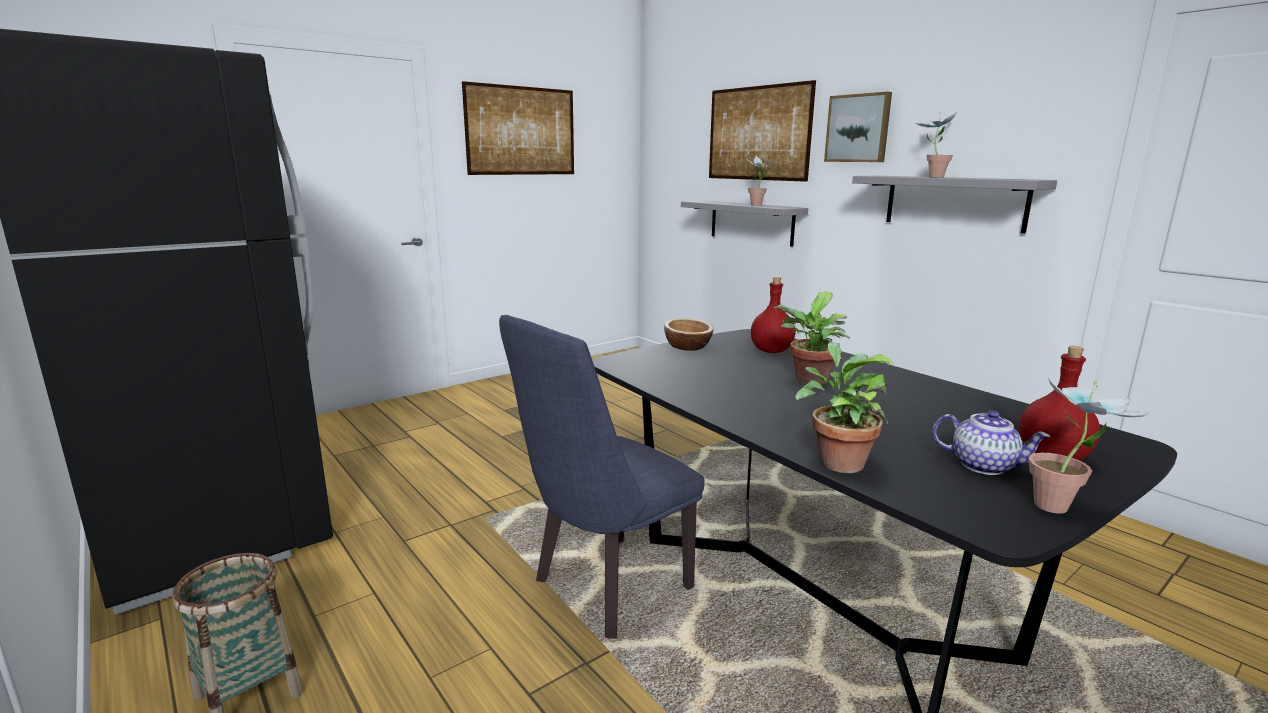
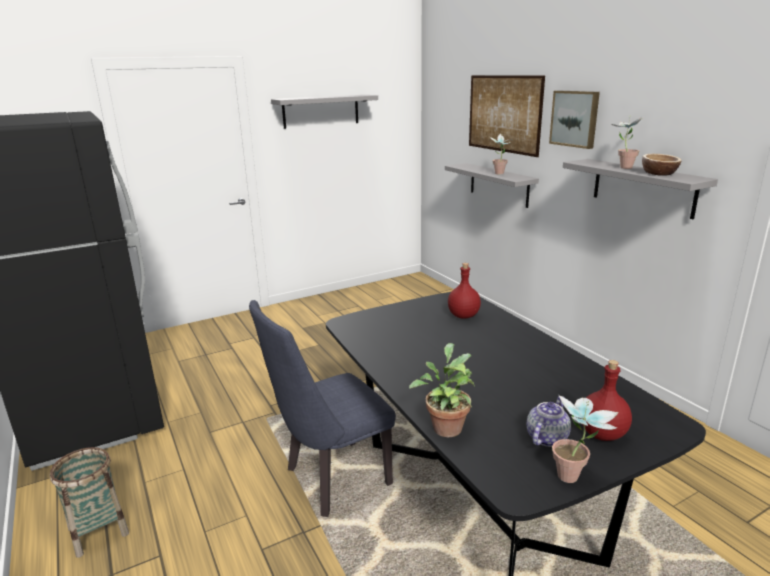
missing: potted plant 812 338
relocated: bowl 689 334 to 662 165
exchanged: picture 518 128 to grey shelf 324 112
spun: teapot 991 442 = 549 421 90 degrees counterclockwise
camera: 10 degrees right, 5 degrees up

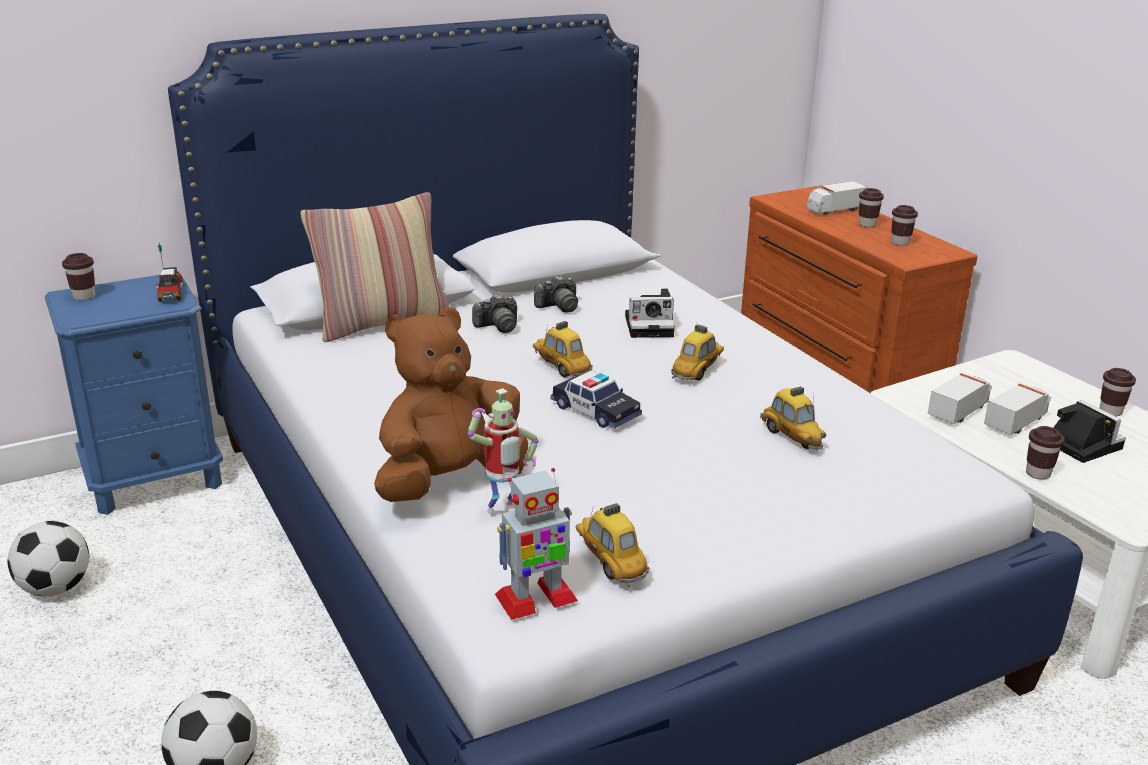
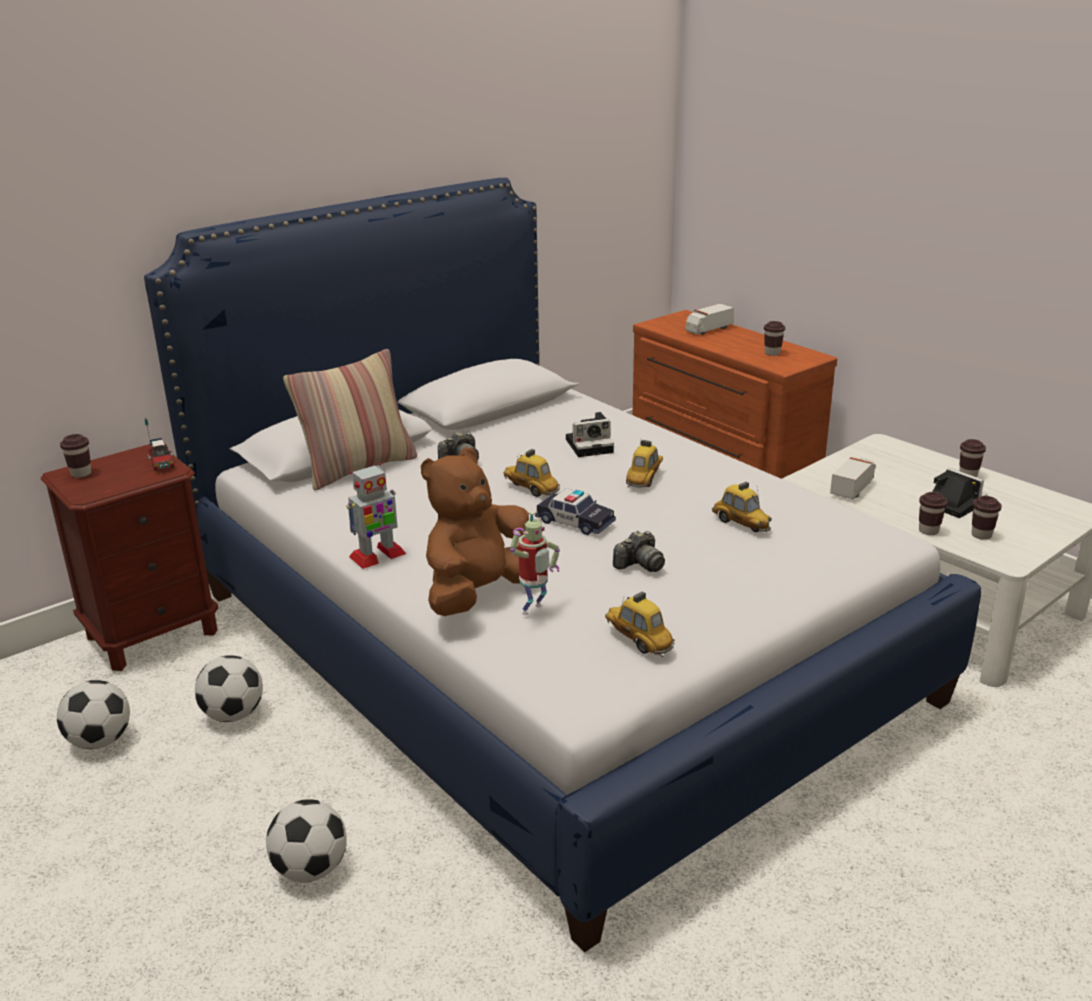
missing: toy truck 1017 409
appeared: football 229 688
relocated: brown cup 871 207 to 987 518; photo camera 556 294 to 639 551; toy robot 536 544 to 376 516
colour: blue nightstand 134 395 to brown nightstand 129 557
camera: 10 degrees left, 0 degrees up

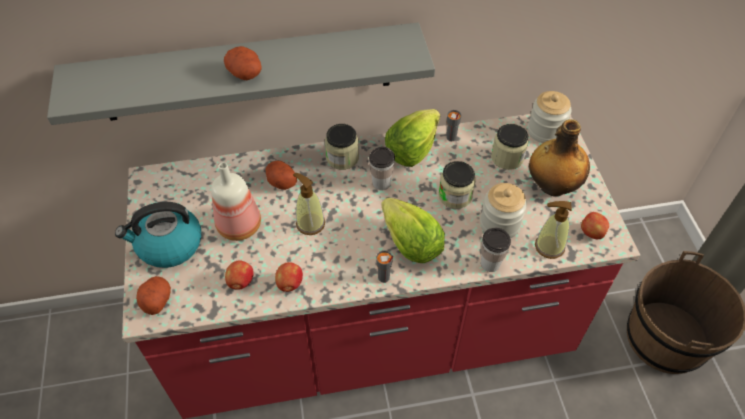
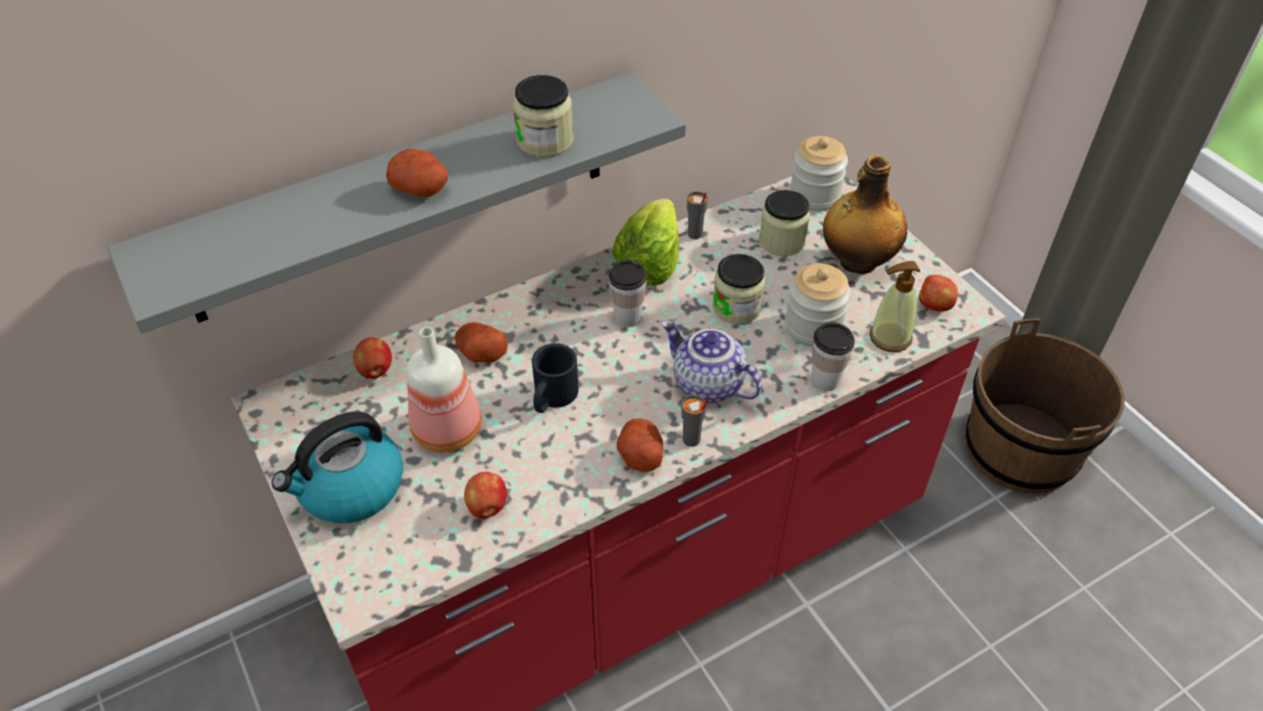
relocated: jar 342 147 to 543 116; apple 289 277 to 372 358; potato 153 295 to 640 444
exchanged: soap dispenser 309 204 to black mug 555 378; lettuce 413 230 to teapot 712 361
camera: 20 degrees left, 5 degrees down

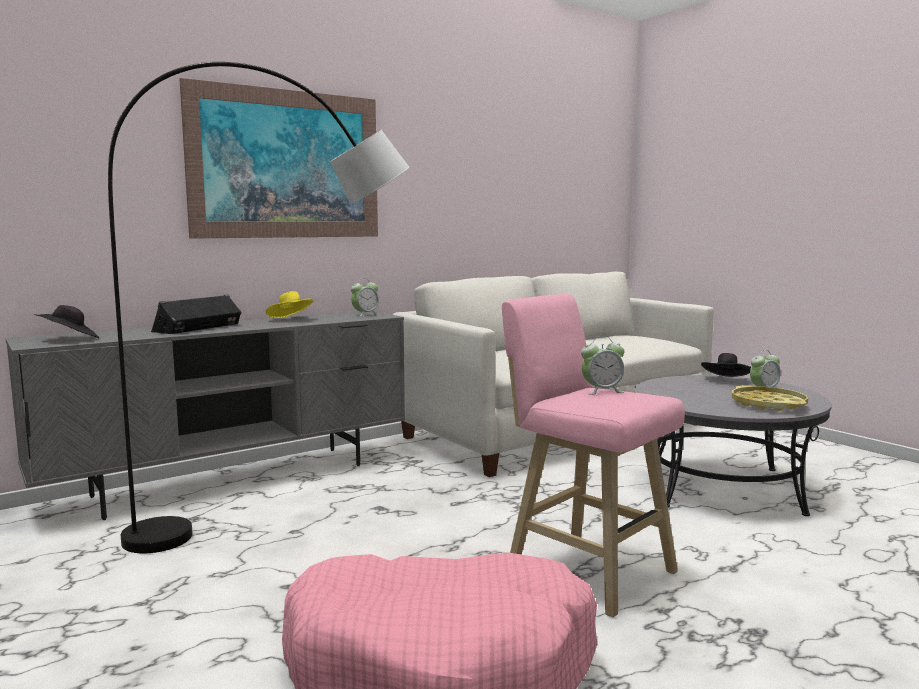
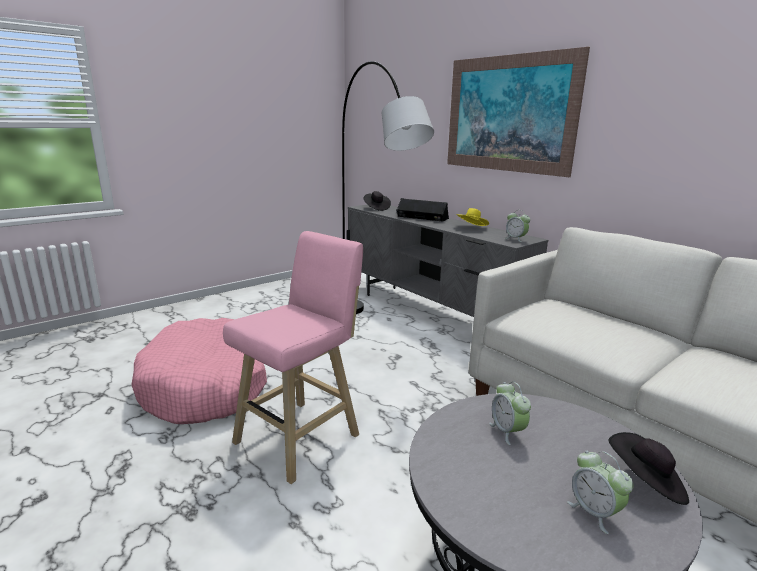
missing: yellow tray 770 398
relocated: alarm clock 602 365 to 510 413
camera: 85 degrees right, 10 degrees up

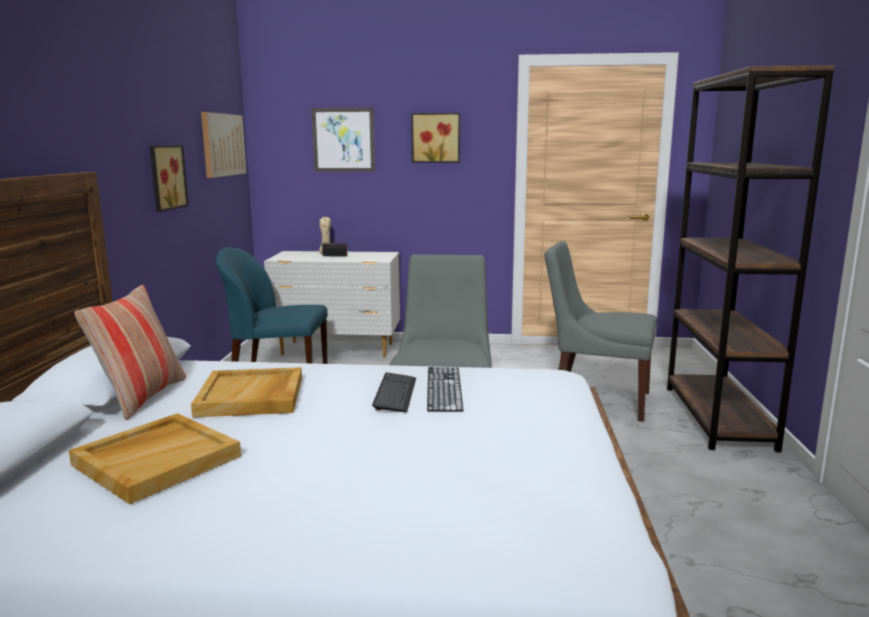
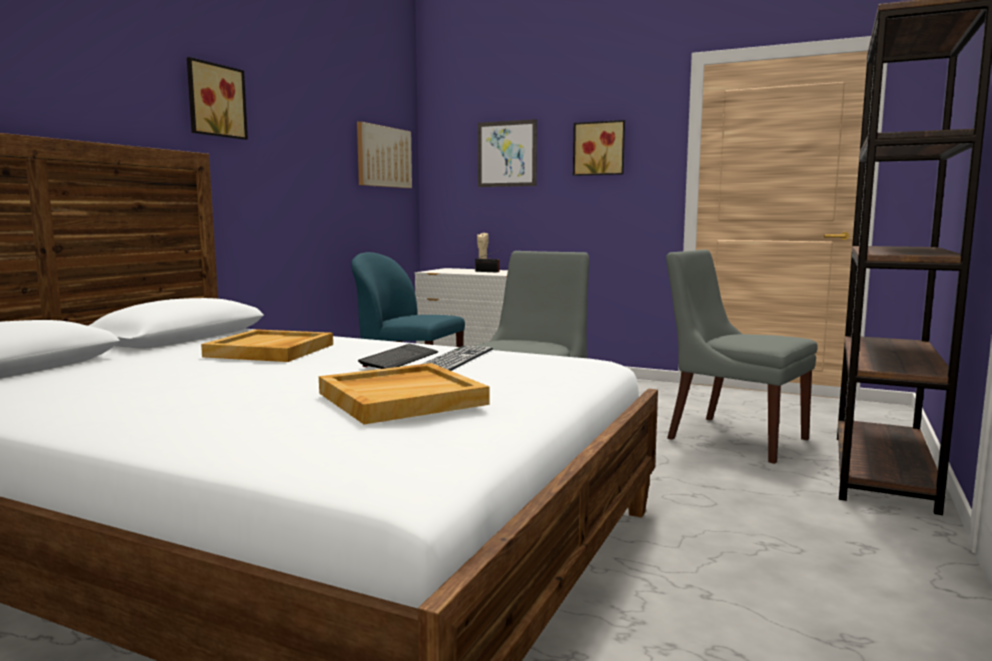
missing: pillow 130 352
relocated: picture 169 178 to 217 98; beige tray 155 458 to 404 393
camera: 20 degrees right, 5 degrees down

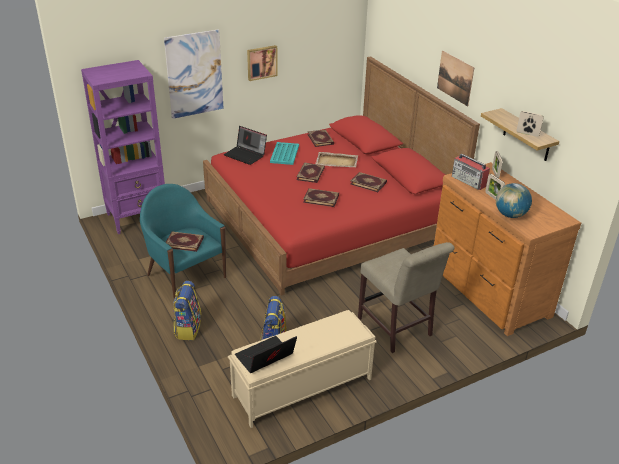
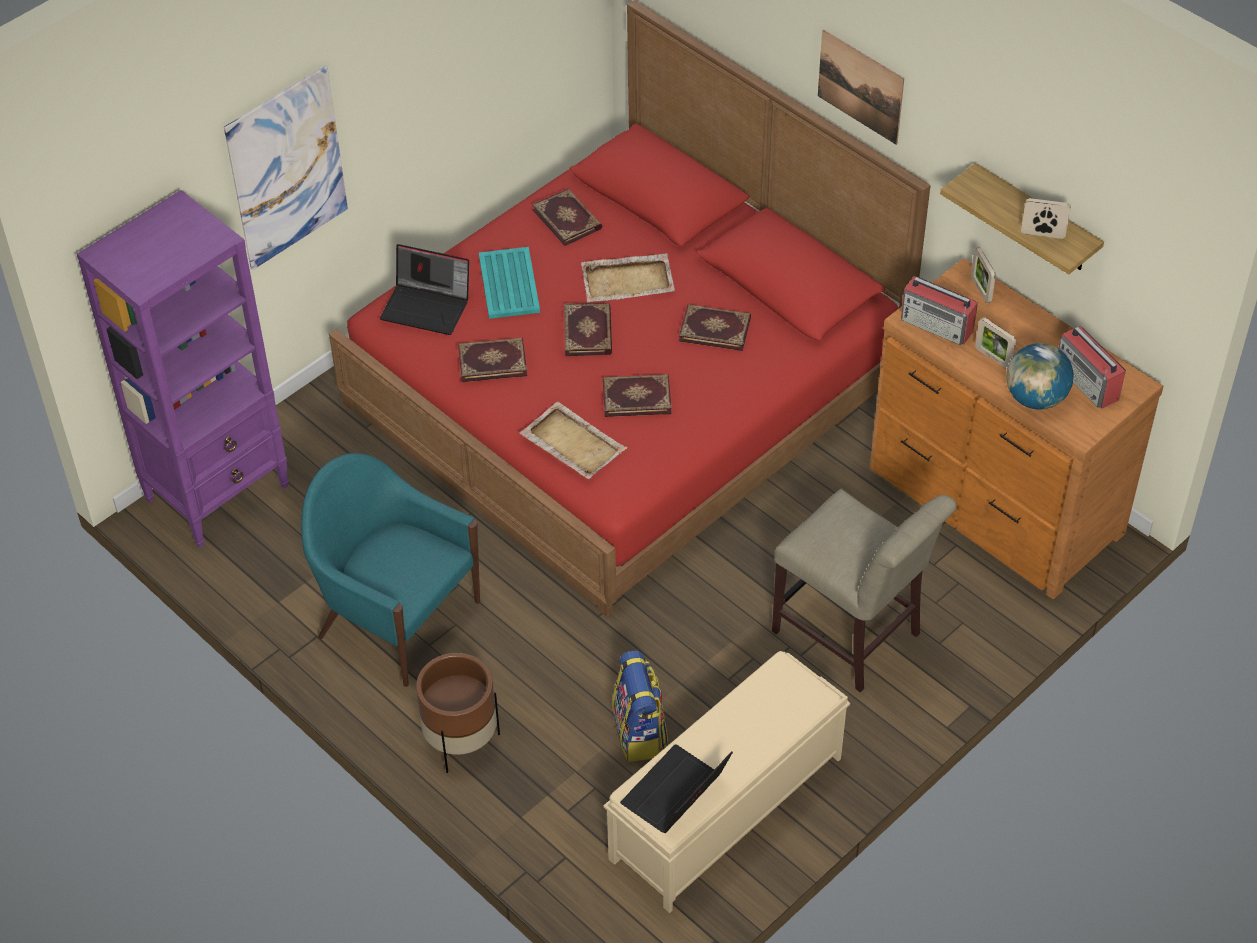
missing: picture 262 63
appeared: radio 1092 367; beige tray 573 440
relocated: book 184 242 to 492 360
exchanged: backpack 187 310 to brown planter 458 713
camera: 15 degrees left, 15 degrees up

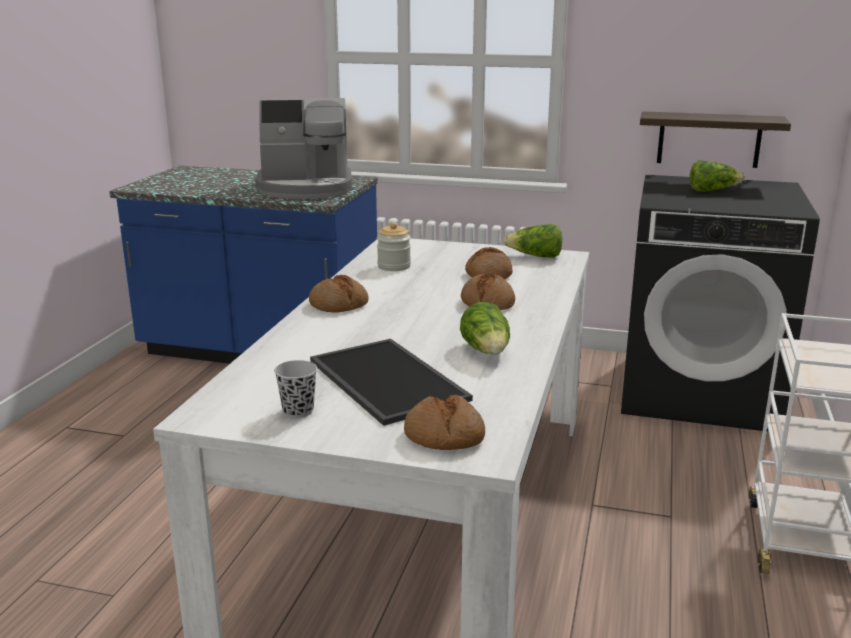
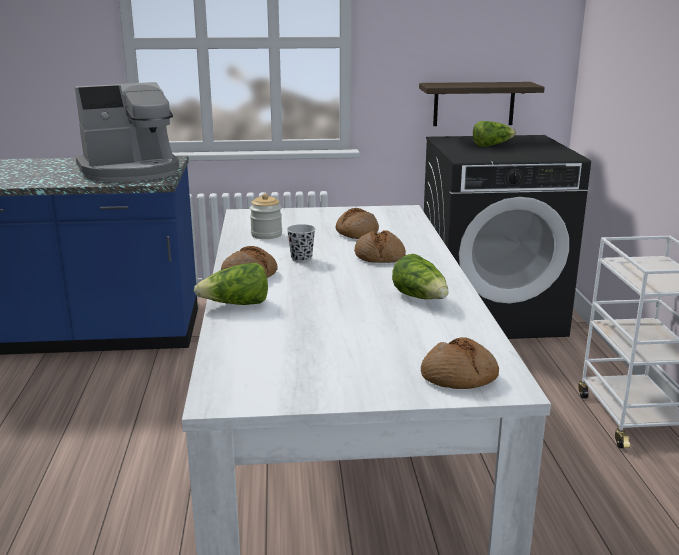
missing: tray 391 382
relocated: lettuce 532 241 to 231 284; black cup 295 389 to 301 243
camera: 20 degrees left, 0 degrees up

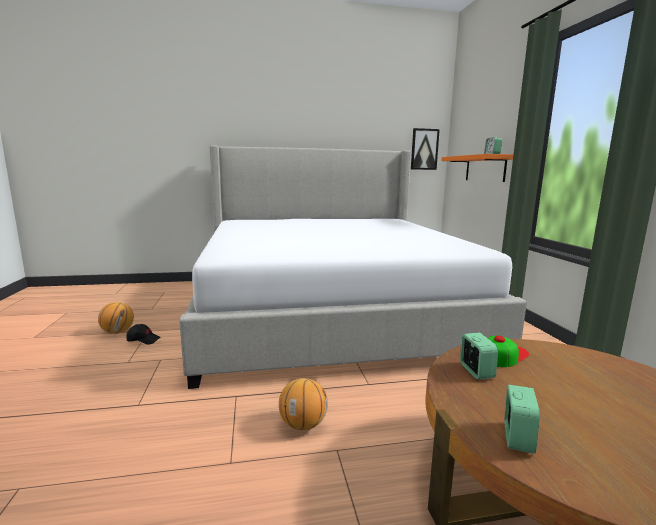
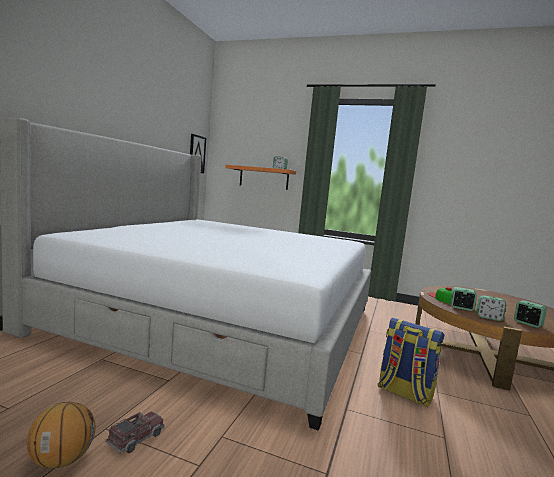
appeared: alarm clock 491 308
exchanged: black cap 143 334 to toy truck 135 432; basketball 303 404 to backpack 411 362
camera: 60 degrees left, 5 degrees down

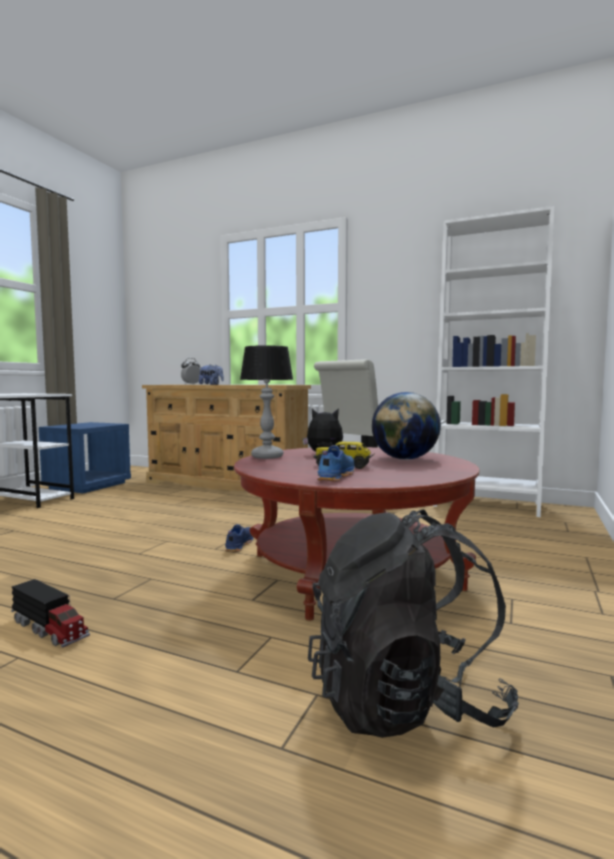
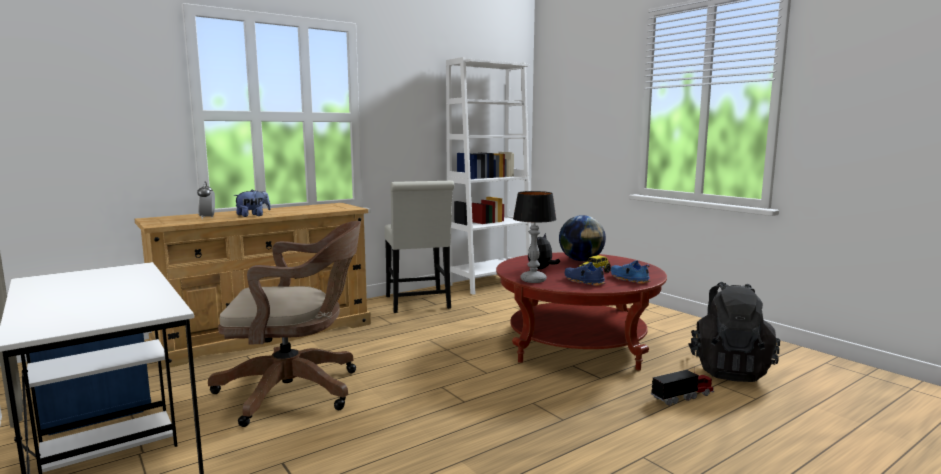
appeared: brown office chair 284 324
relocated: blue shoe 239 538 to 585 274; toy truck 50 613 to 682 386
camera: 60 degrees left, 5 degrees up

